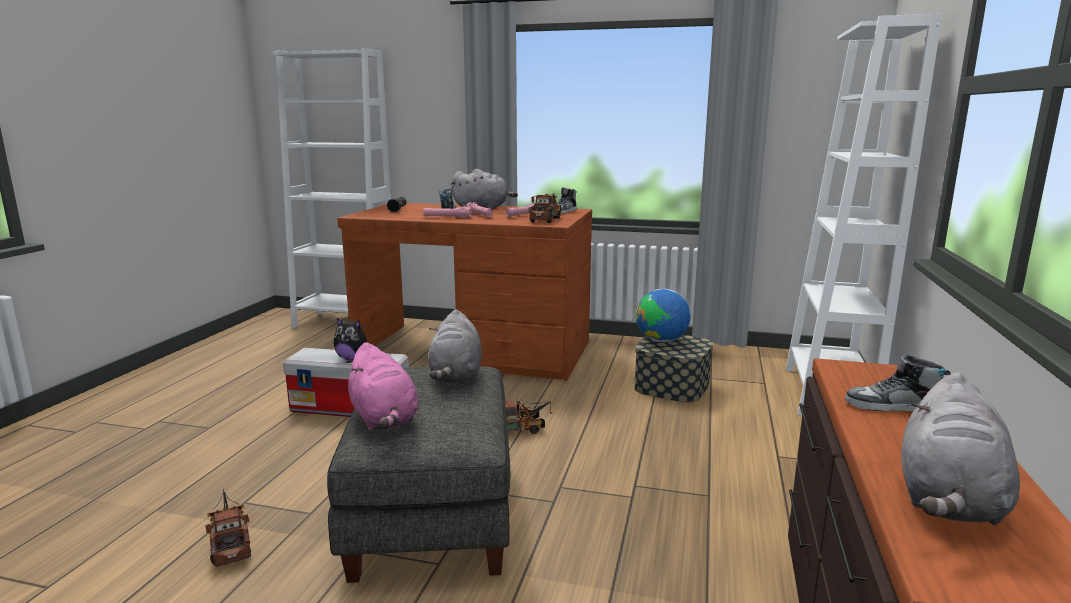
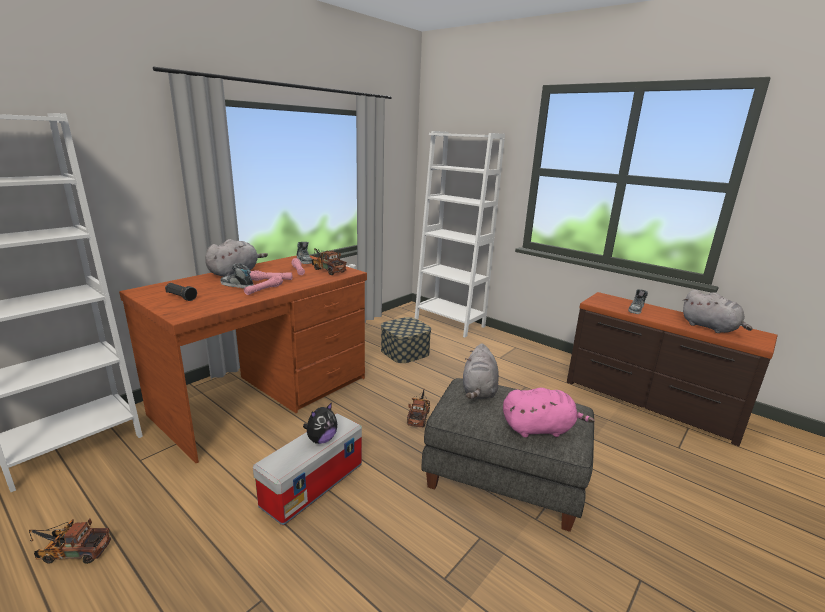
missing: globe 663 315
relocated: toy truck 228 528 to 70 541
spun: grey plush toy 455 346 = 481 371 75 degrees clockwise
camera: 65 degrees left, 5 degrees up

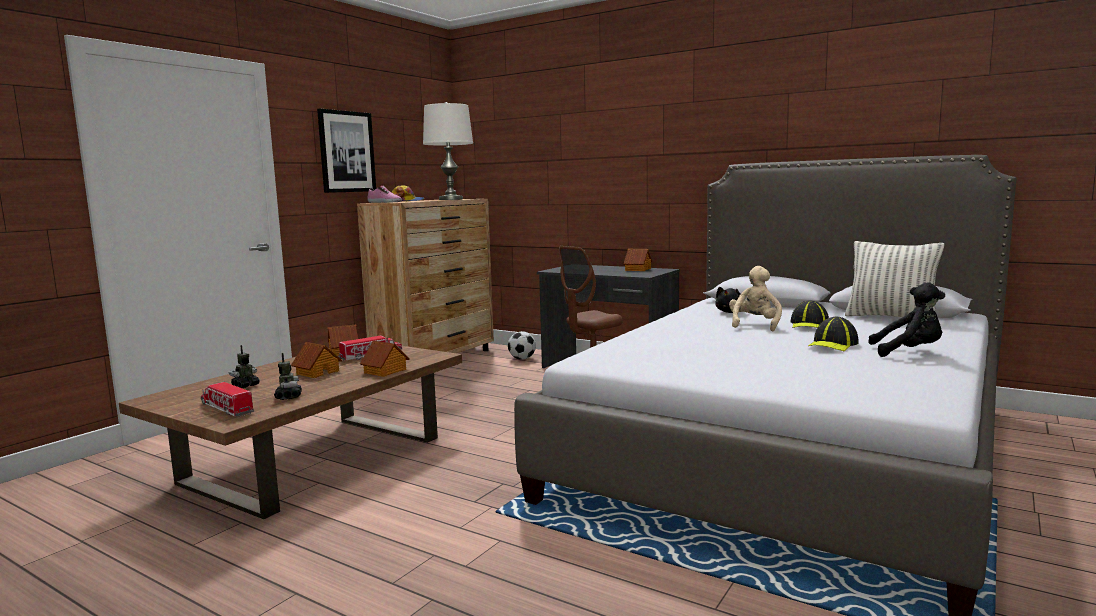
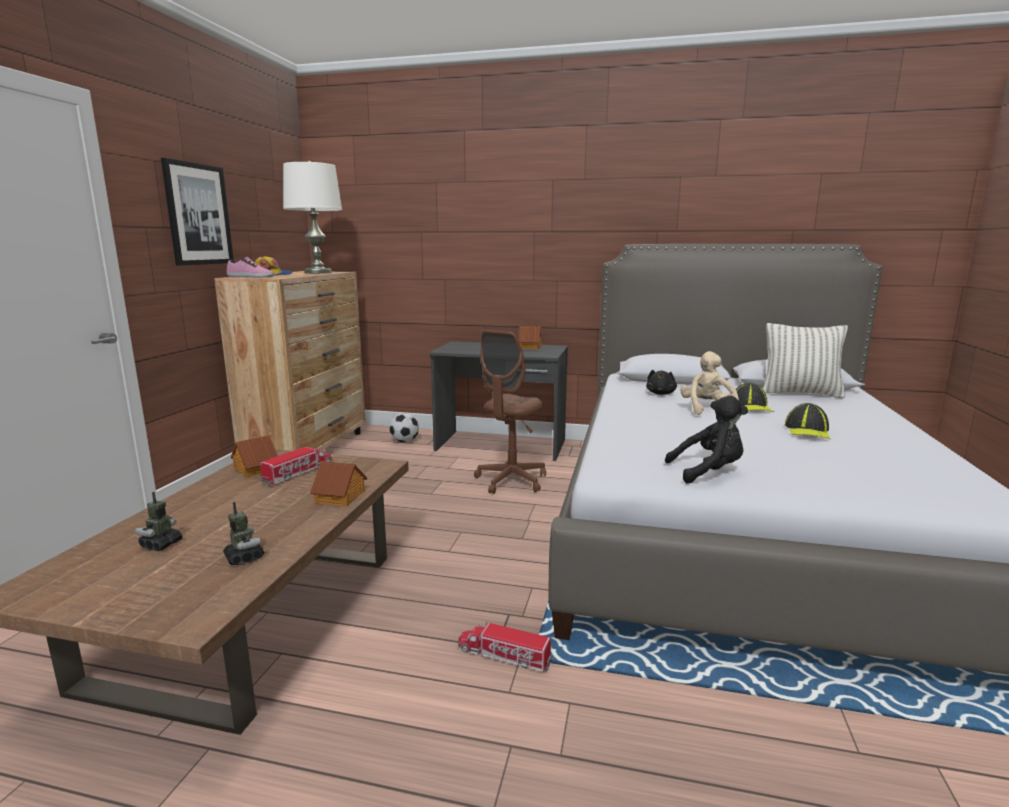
missing: toy house 316 360
relocated: black plush toy 906 319 to 706 440; toy truck 227 399 to 505 646
camera: 20 degrees left, 5 degrees up

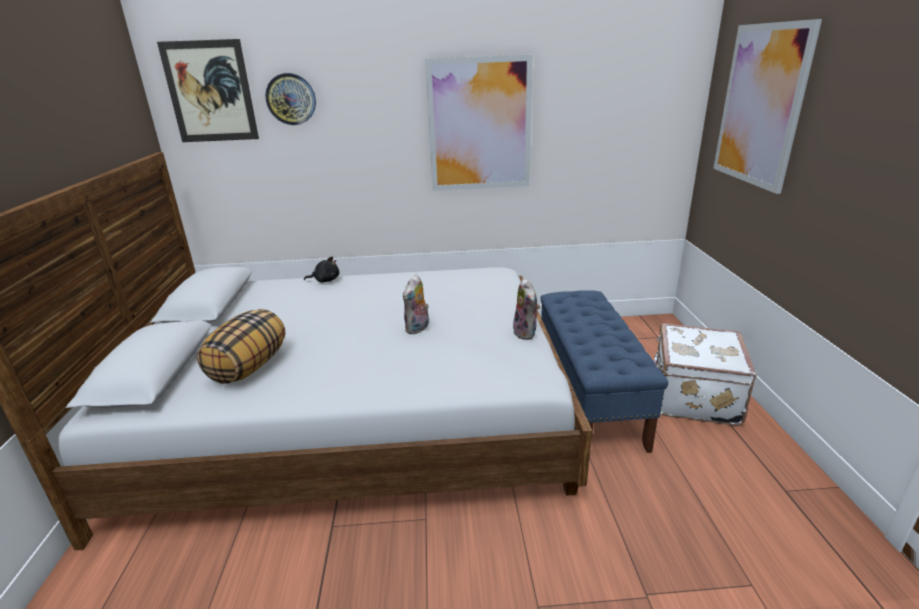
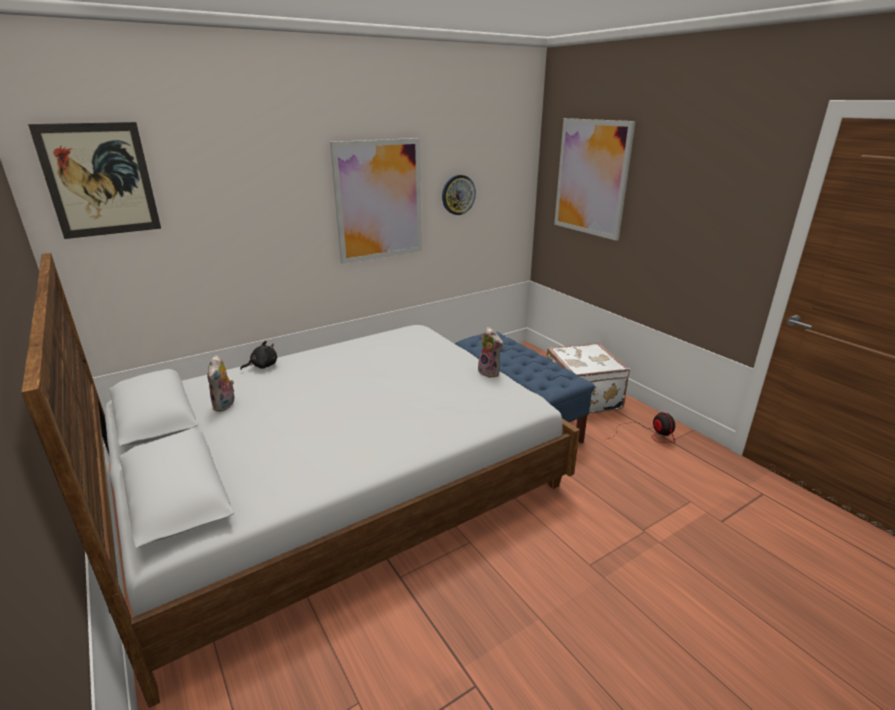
missing: pillow 241 346
appeared: fan 641 427
relocated: wall clock 290 99 to 459 195; plush toy 416 304 to 220 383
camera: 30 degrees left, 0 degrees up

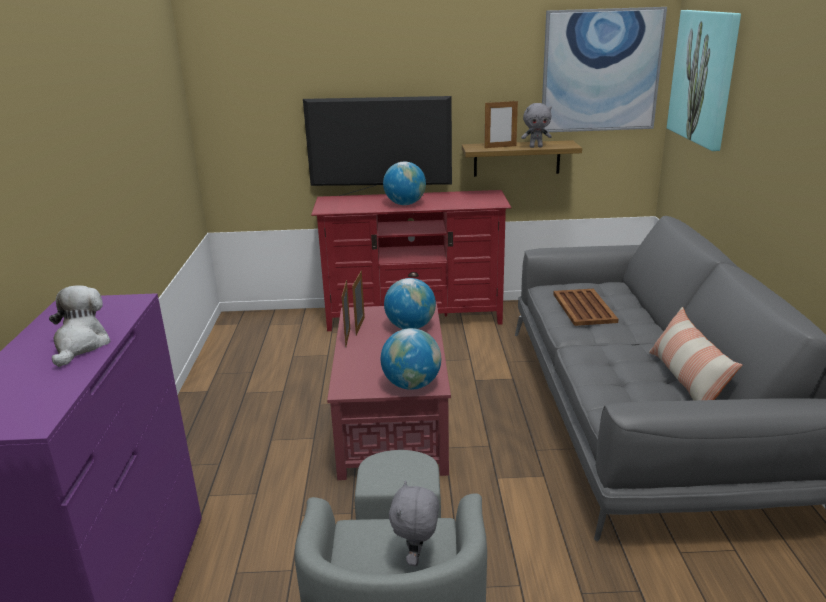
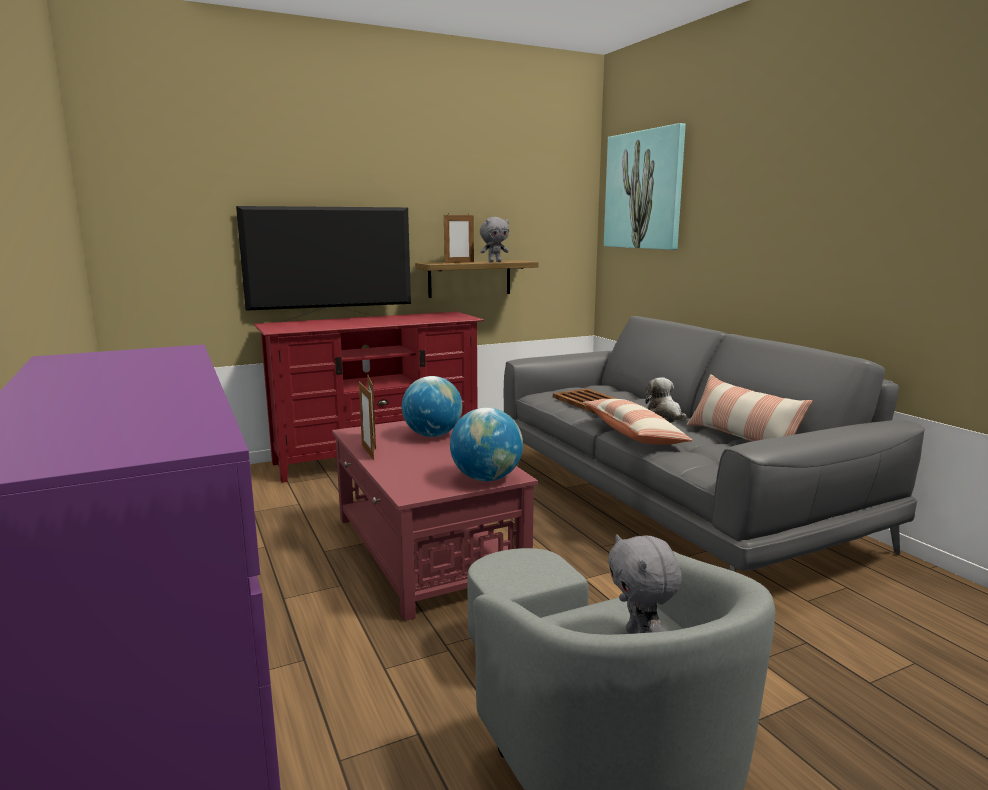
missing: picture 604 69; globe 404 183
appeared: pillow 638 422
relocated: plush toy 80 326 to 666 399
camera: 25 degrees left, 10 degrees down

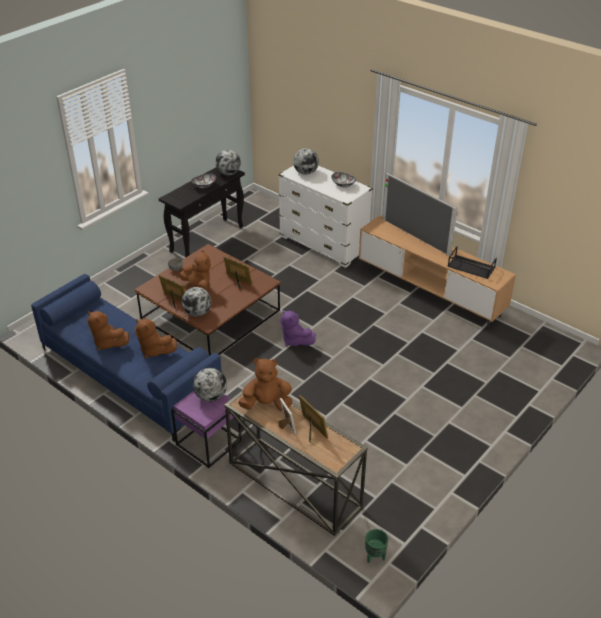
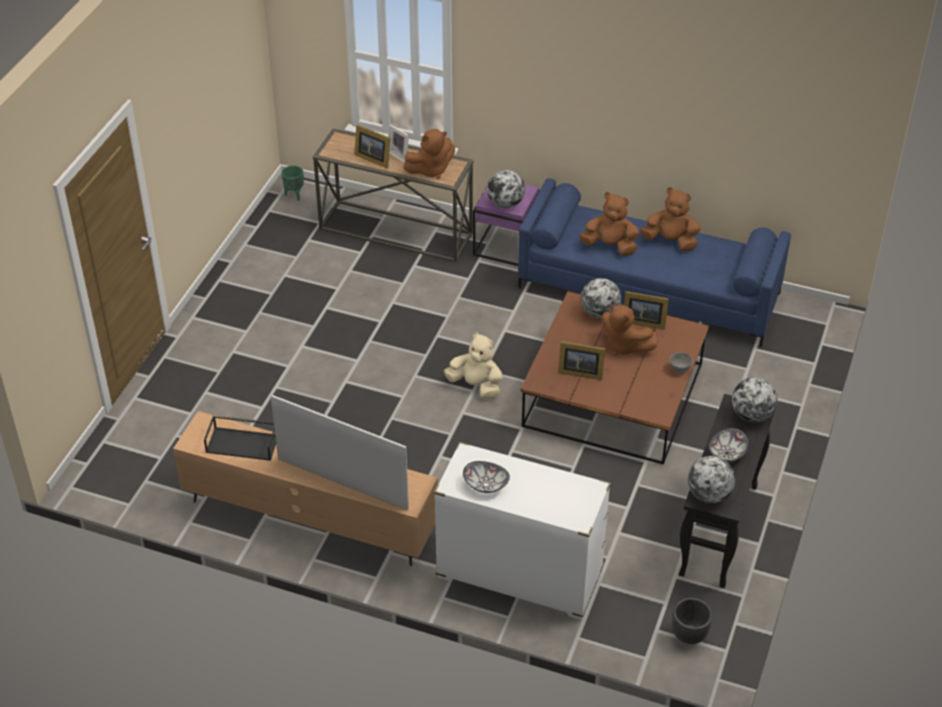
appeared: black planter 692 621
relocated: globe 306 161 to 755 399
colour: purple plush toy 298 328 to beige plush toy 473 365
camera: 160 degrees right, 5 degrees up

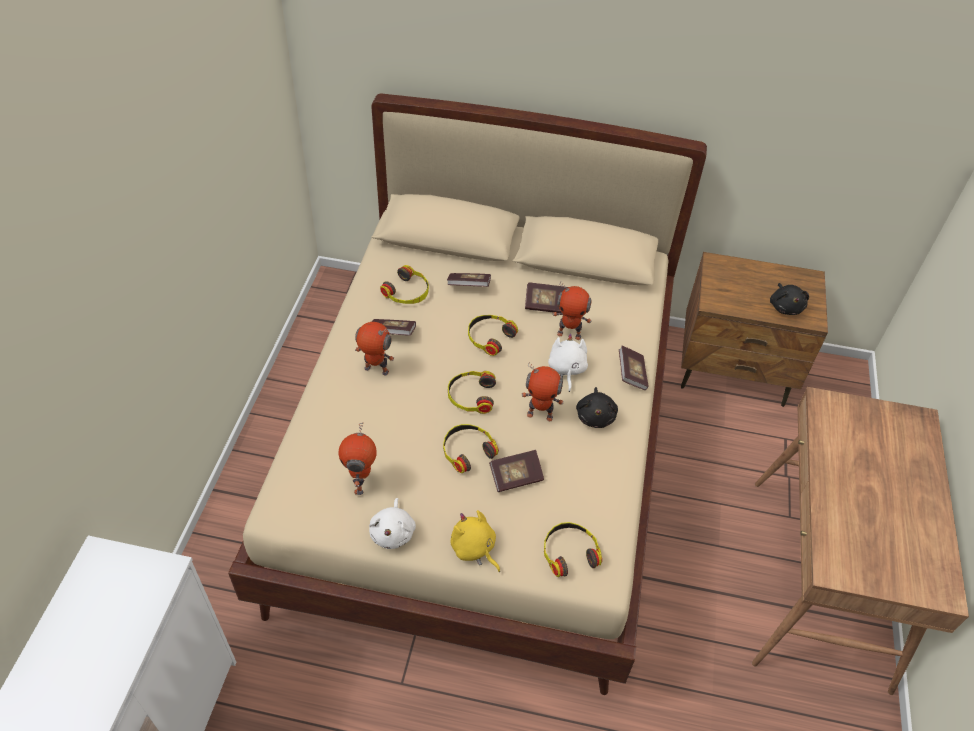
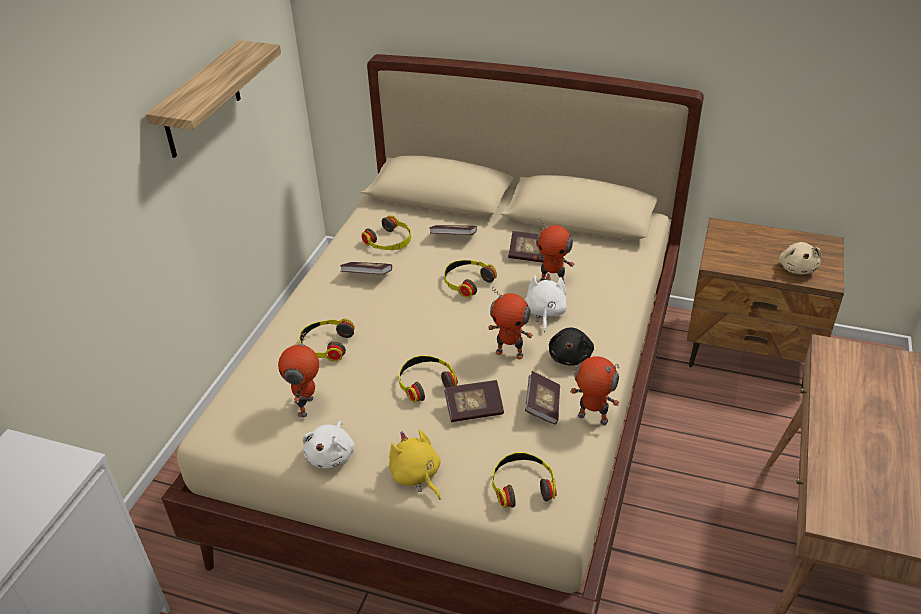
appeared: shelf 213 99
relocated: toy robot 374 349 to 594 390; book 634 367 to 542 398; headphones 472 392 to 327 339
colour: black plush toy 789 299 to beige plush toy 800 258
camera: 10 degrees right, 10 degrees down

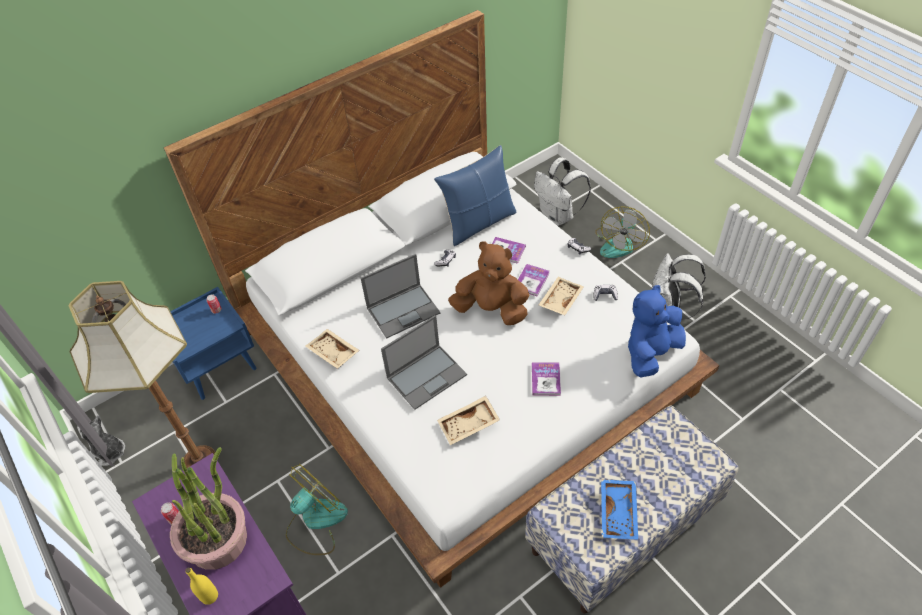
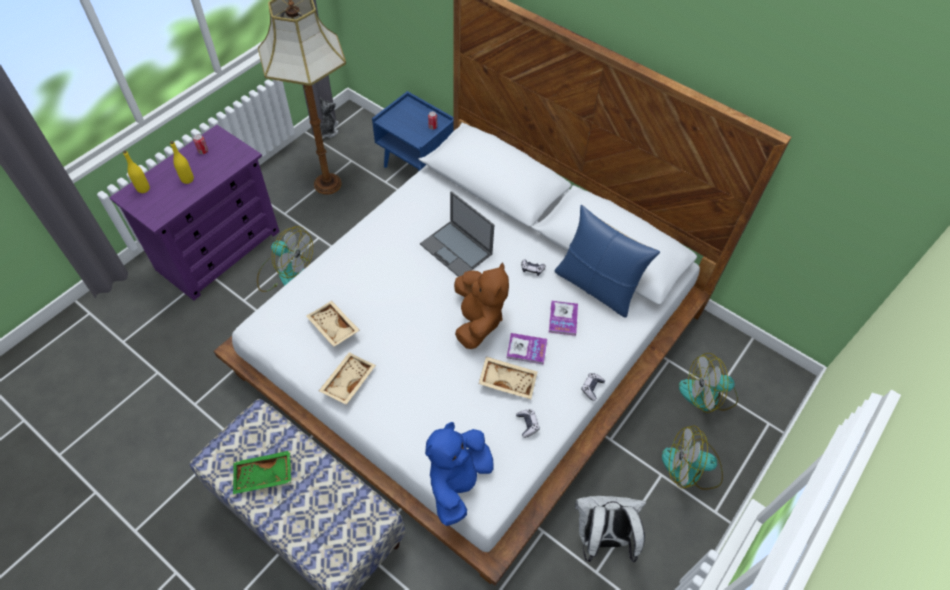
missing: laptop 424 362; book 546 379
relocated: beige tray 333 349 to 347 378
exchanged: white backpack 562 191 to fan 708 383; potted plant 208 508 to yellow bottle 182 162
colour: blue tray 619 509 to green tray 262 472
spun: blue plush toy 657 331 = 459 474 90 degrees counterclockwise
camera: 70 degrees right, 5 degrees up

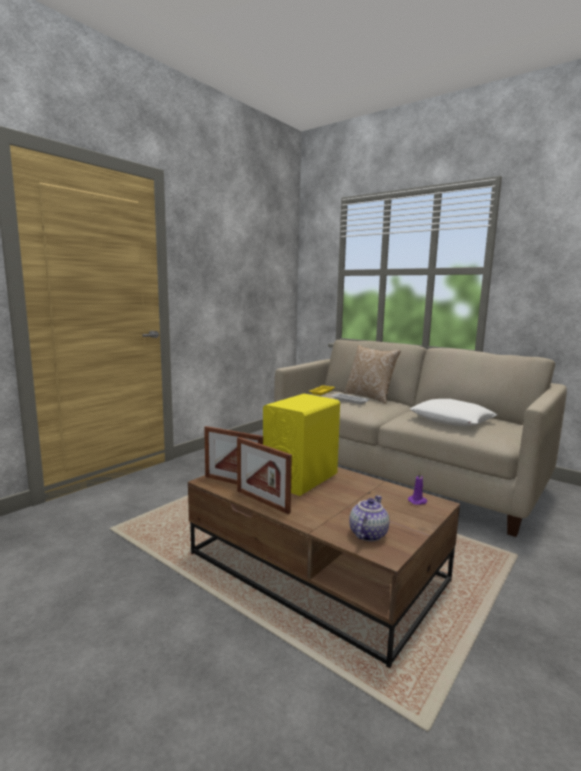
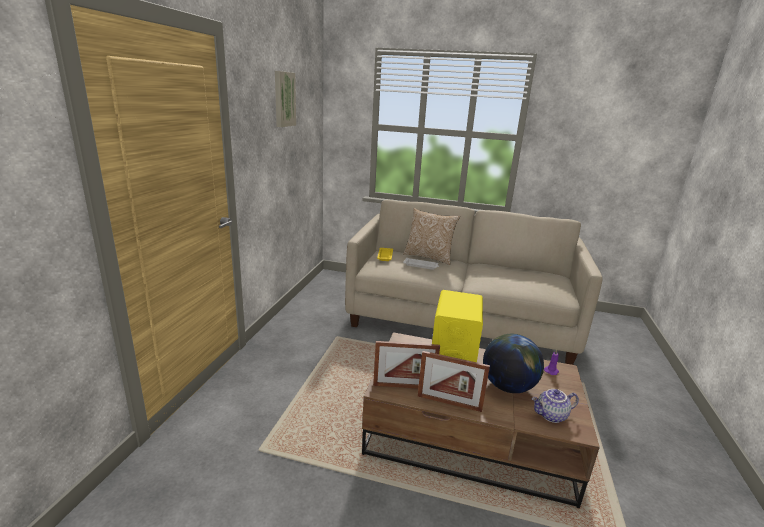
missing: white pillow 453 412
appeared: picture 285 99; globe 513 363
spun: teapot 369 518 = 555 406 105 degrees counterclockwise
camera: 25 degrees left, 10 degrees up

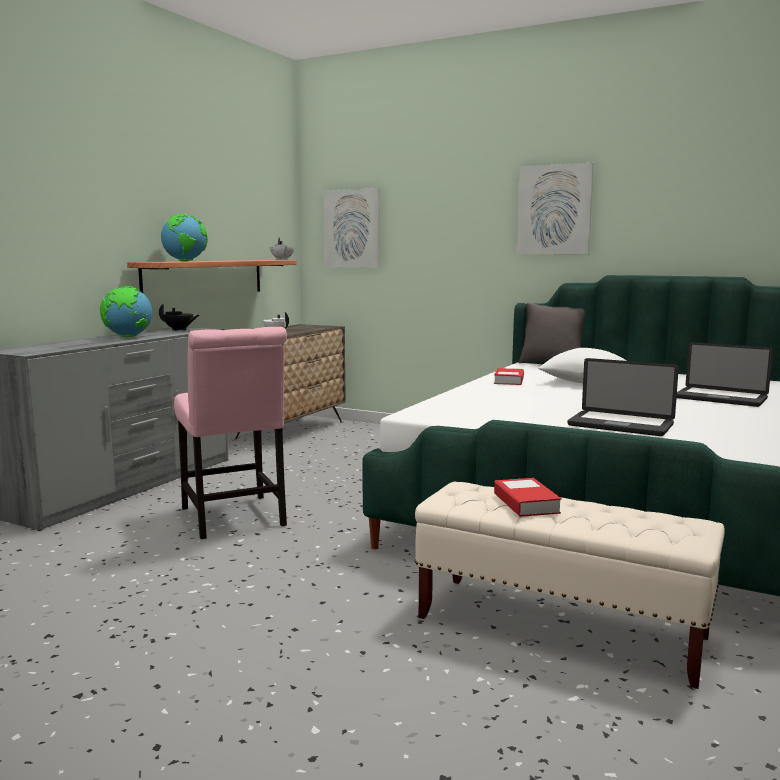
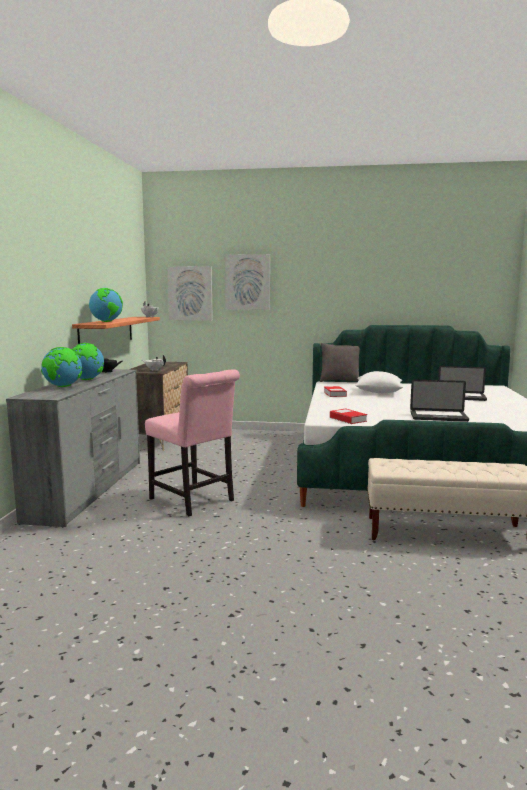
appeared: globe 62 367
relocated: picture 555 209 to 247 282; book 527 497 to 348 416
camera: 20 degrees left, 0 degrees up

